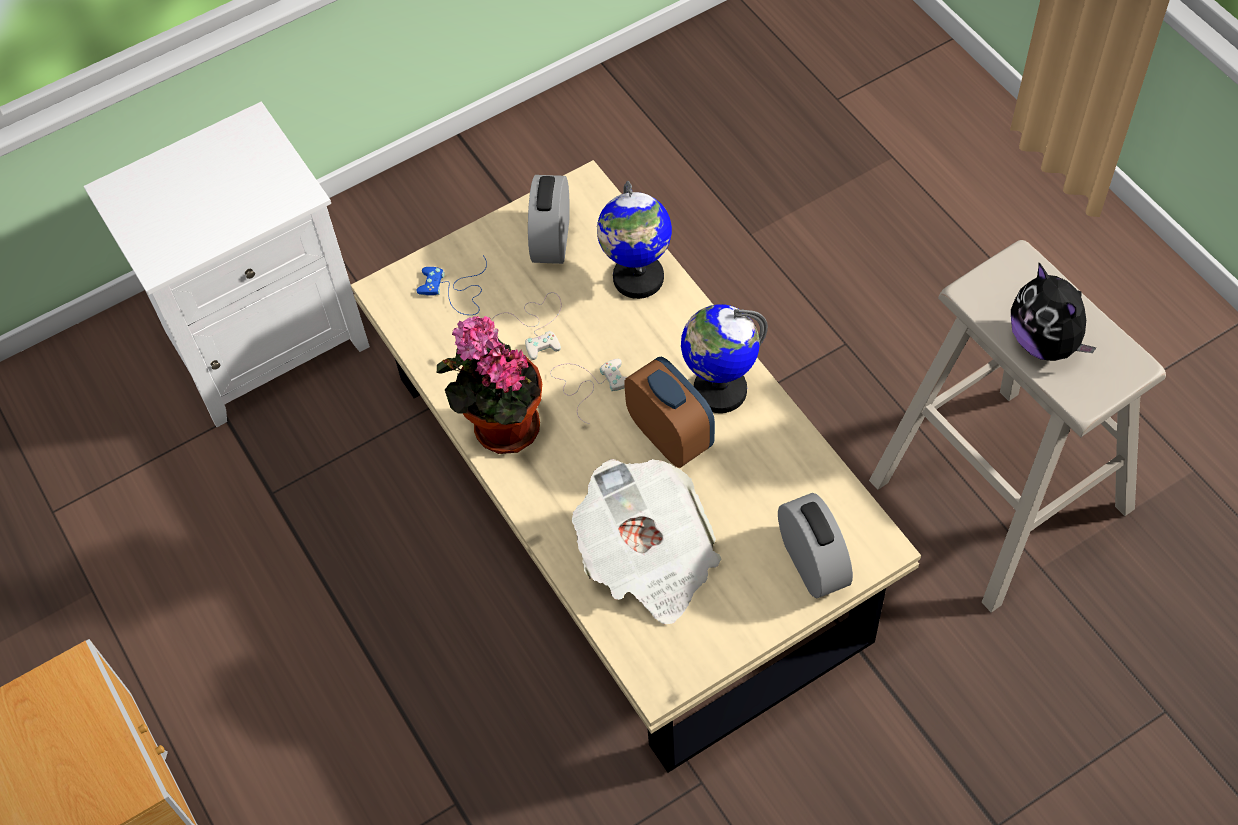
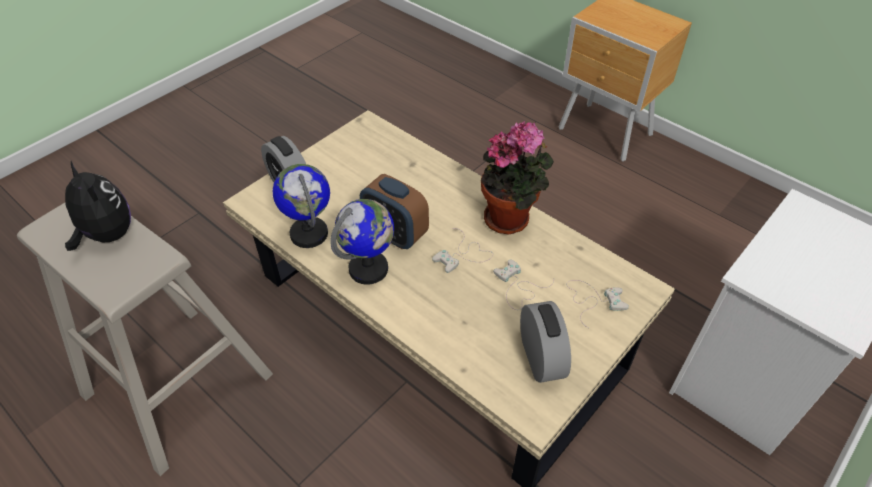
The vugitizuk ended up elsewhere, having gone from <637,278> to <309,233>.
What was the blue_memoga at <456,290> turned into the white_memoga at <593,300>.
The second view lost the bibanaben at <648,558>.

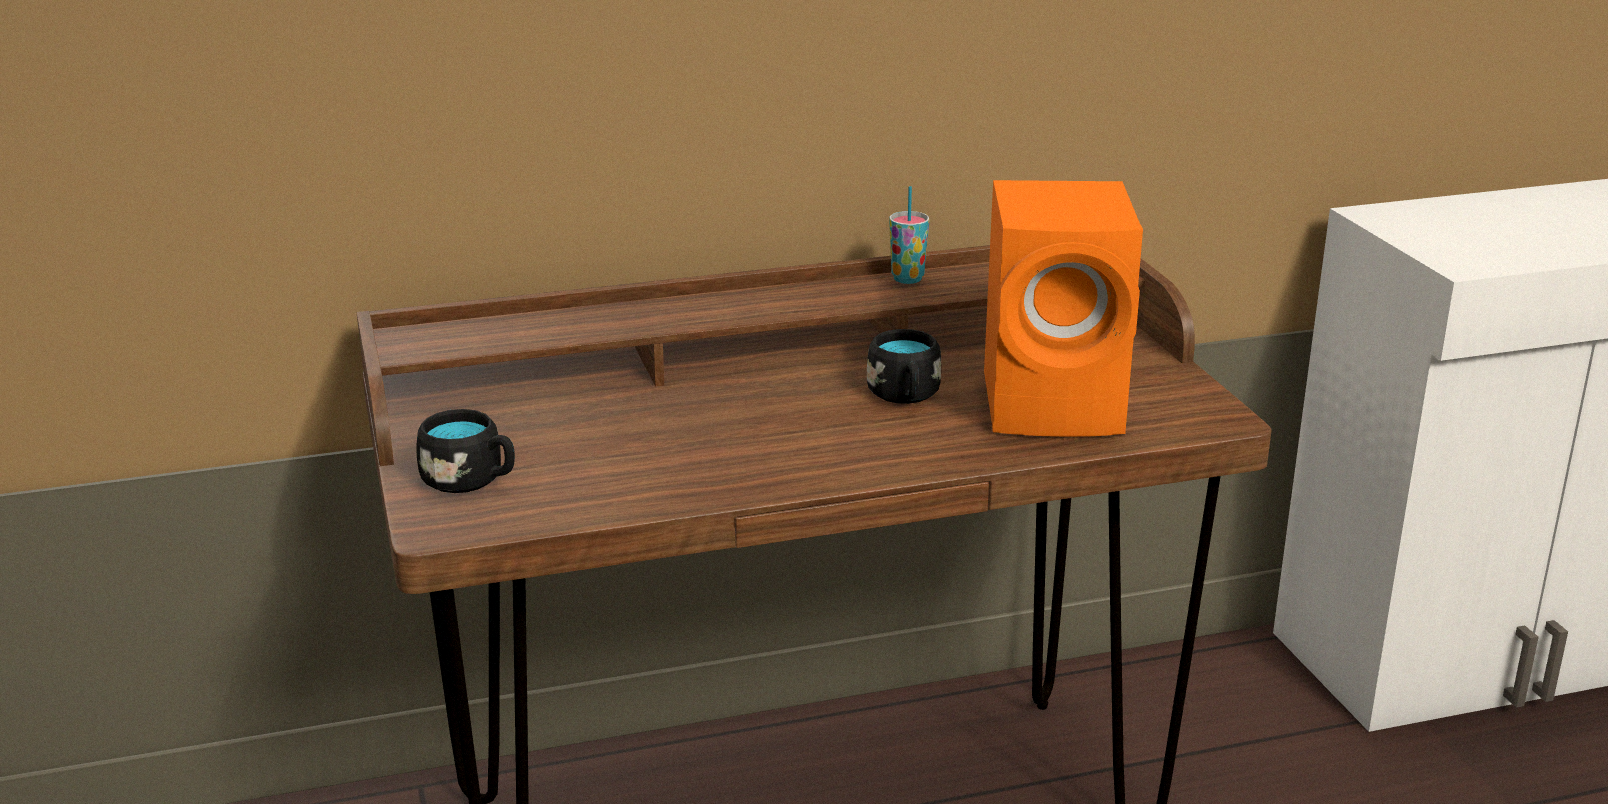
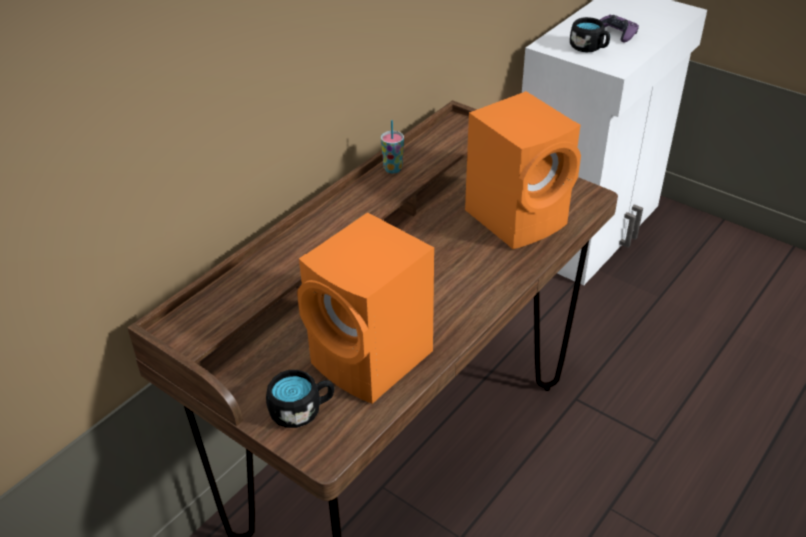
The second view gained the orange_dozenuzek at <374,361>.
The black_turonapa ended up elsewhere, having gone from <905,396> to <589,48>.
The second view gained the purple_memoga at <616,33>.

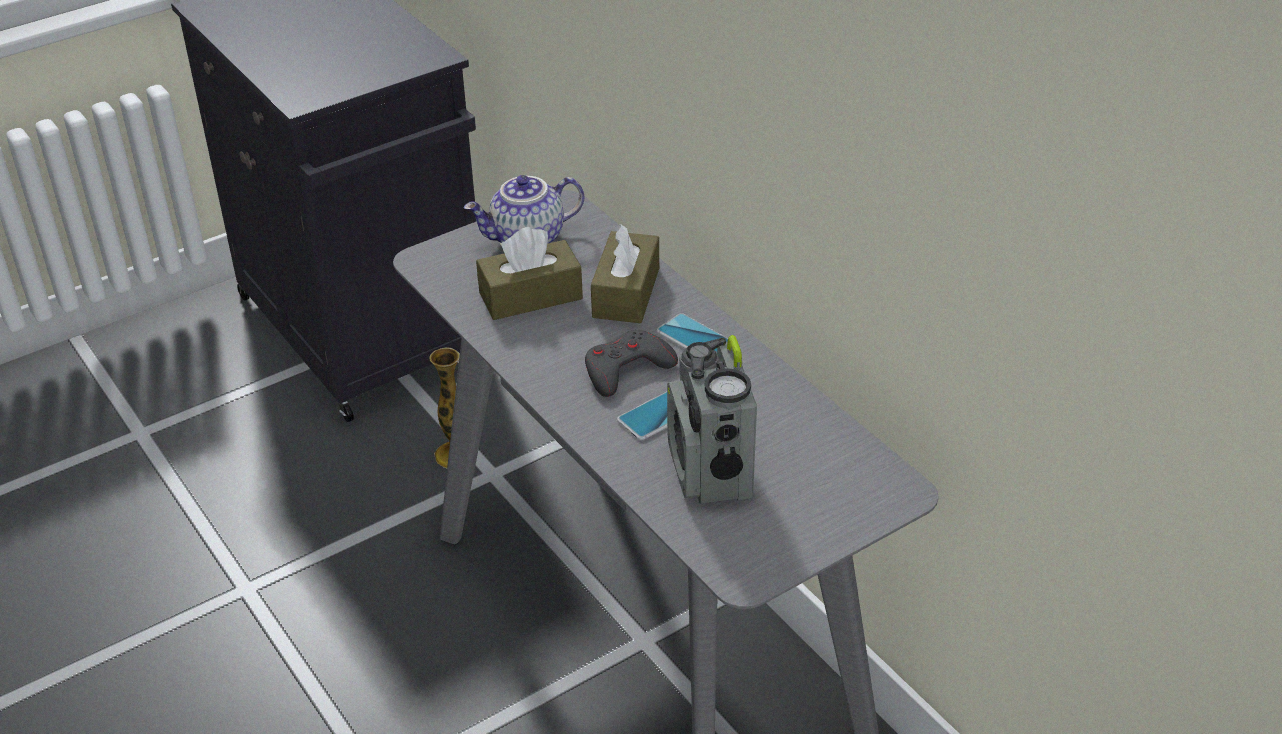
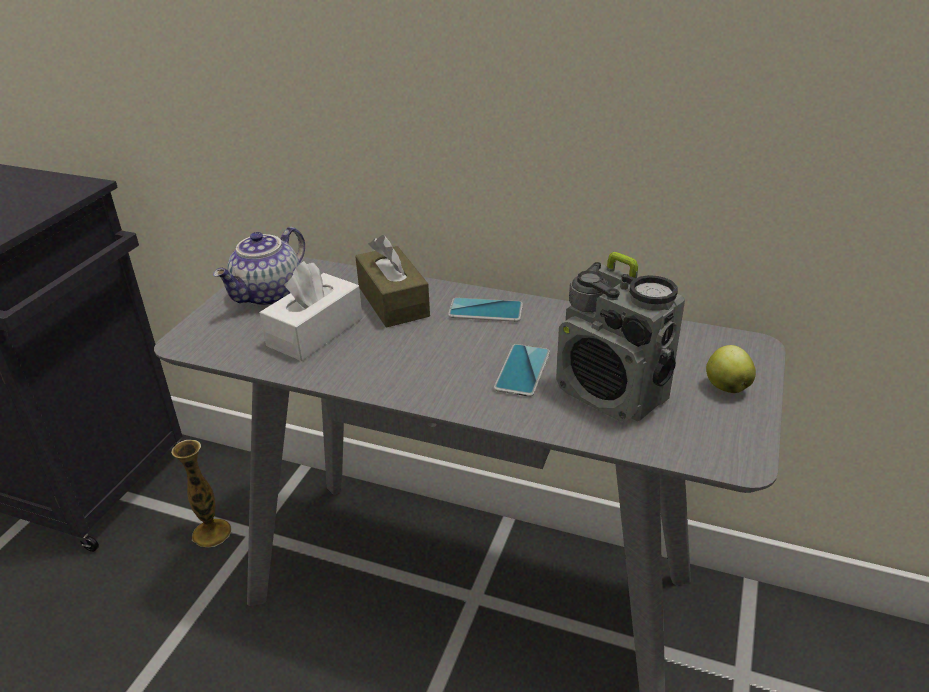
What was the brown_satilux at <530,296> turned into the white_satilux at <315,332>.
The second view gained the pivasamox at <726,386>.
The second view lost the grey_memoga at <626,369>.

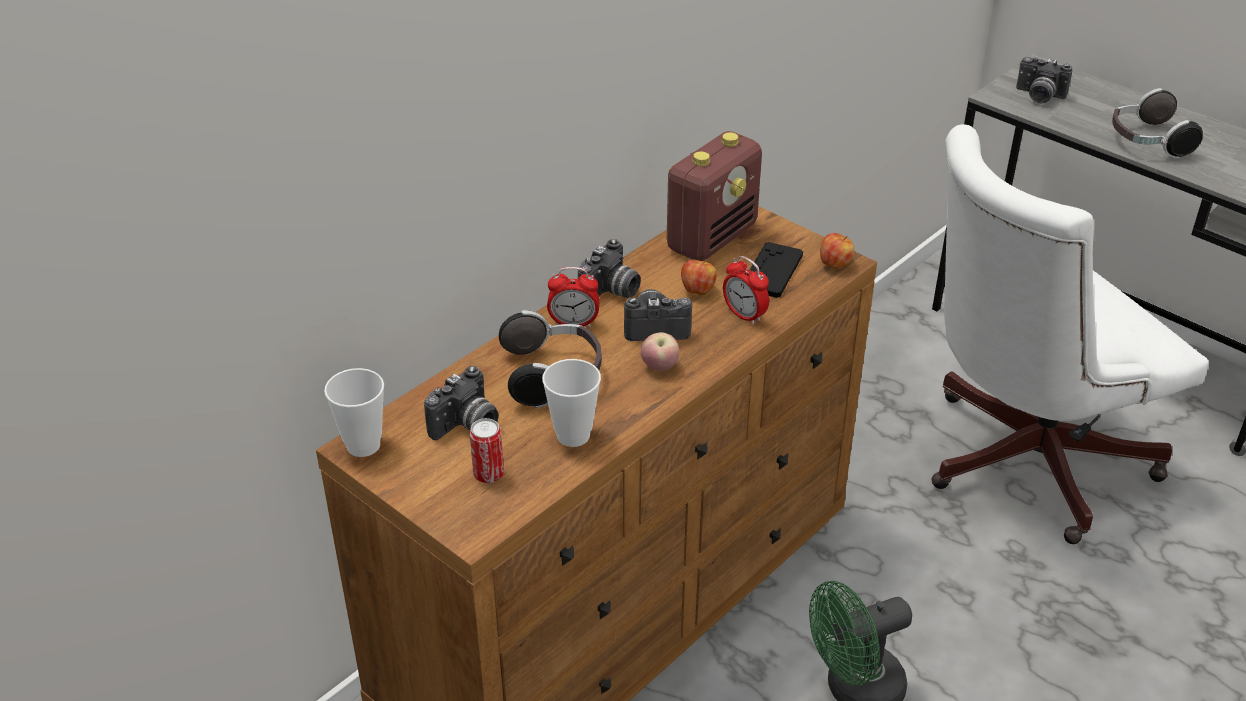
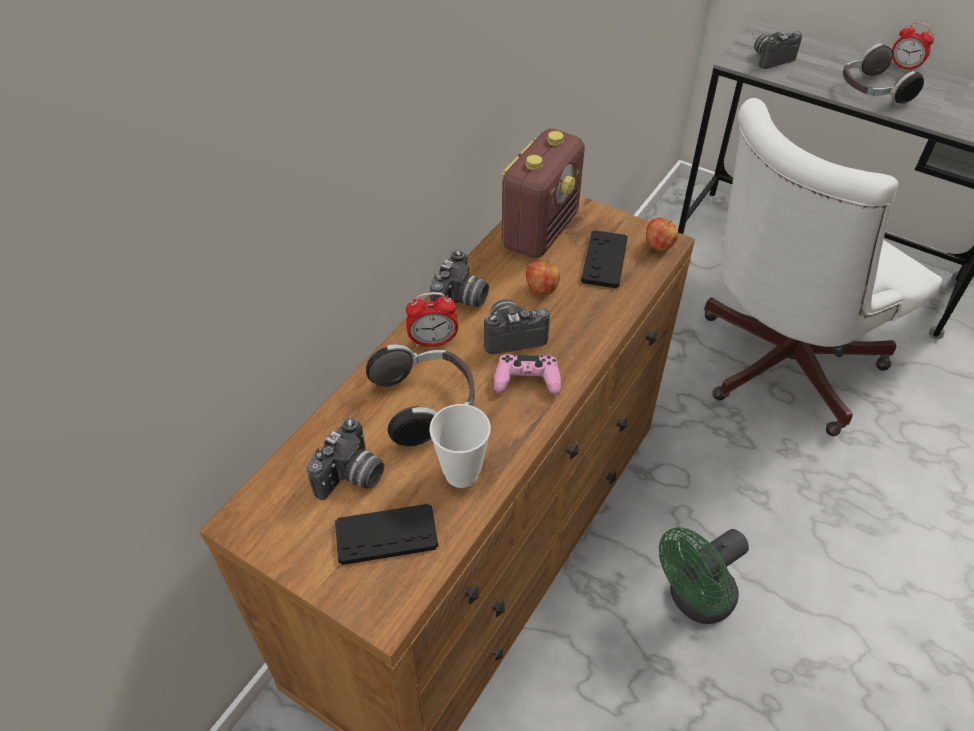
Where the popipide stood at <488,474>, the black_memoga came to stand at <386,535>.
Where the pivasamox stood at <659,367>, the pink_memoga came to stand at <527,380>.
The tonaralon at <1038,96> ended up facing another way, 135 degrees clockwise from before.
The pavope ended up elsewhere, having gone from <744,315> to <904,67>.
The second view lost the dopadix at <363,445>.

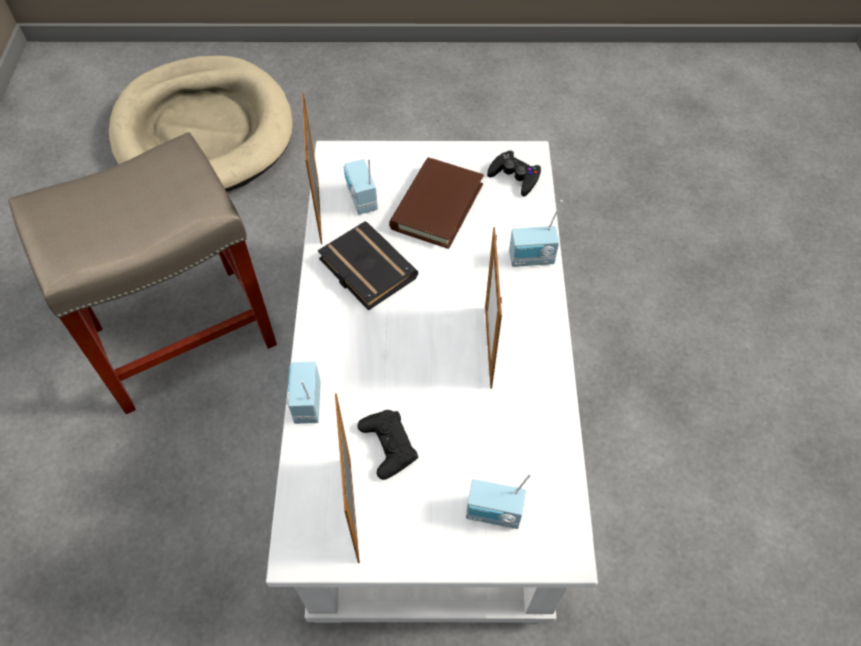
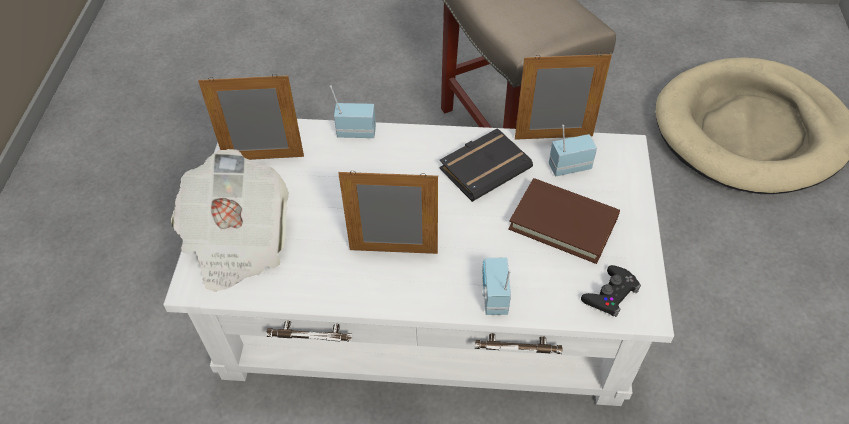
Where the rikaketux stood at <493,514>, the bibanaben came to stand at <236,241>.
The second view lost the black_memoga at <388,445>.

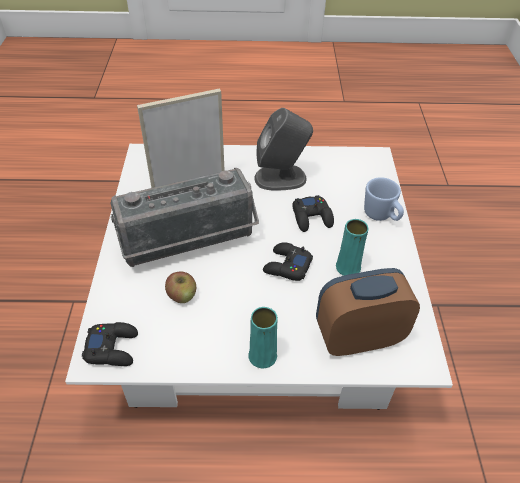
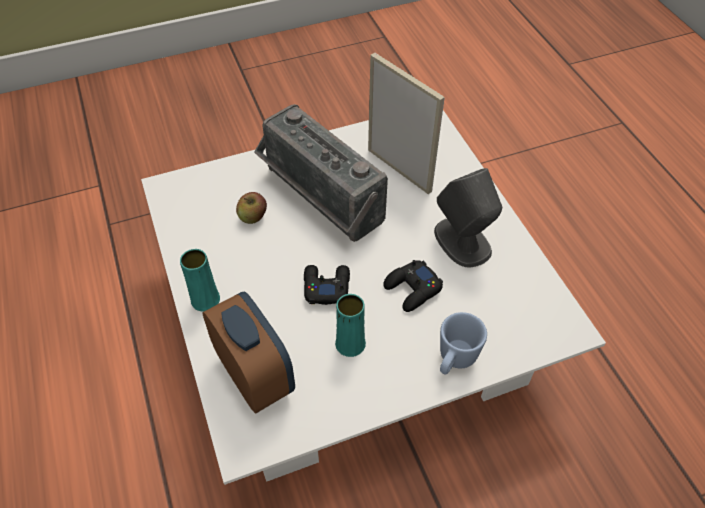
The second view lost the black_memoga at <112,348>.

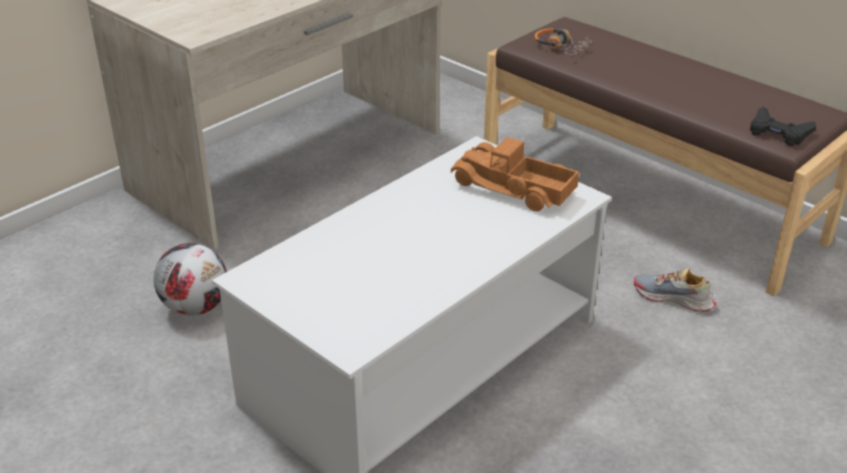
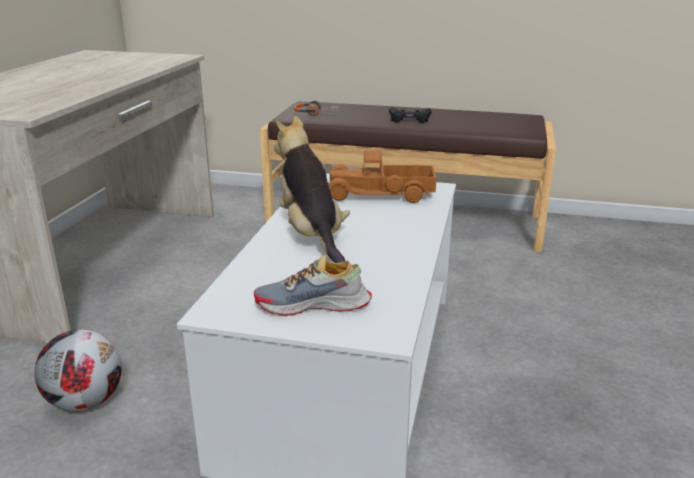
The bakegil ended up elsewhere, having gone from <673,298> to <313,305>.
The second view gained the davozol at <312,235>.
The black_memoga ended up elsewhere, having gone from <778,132> to <409,119>.

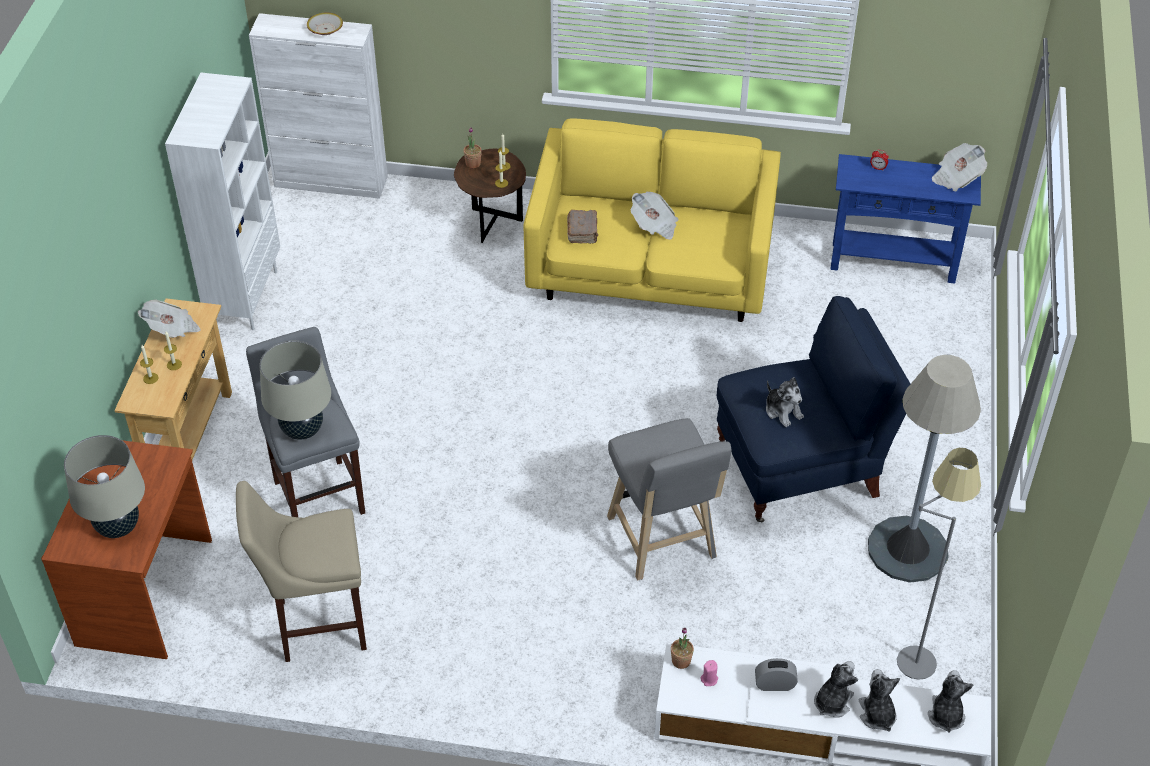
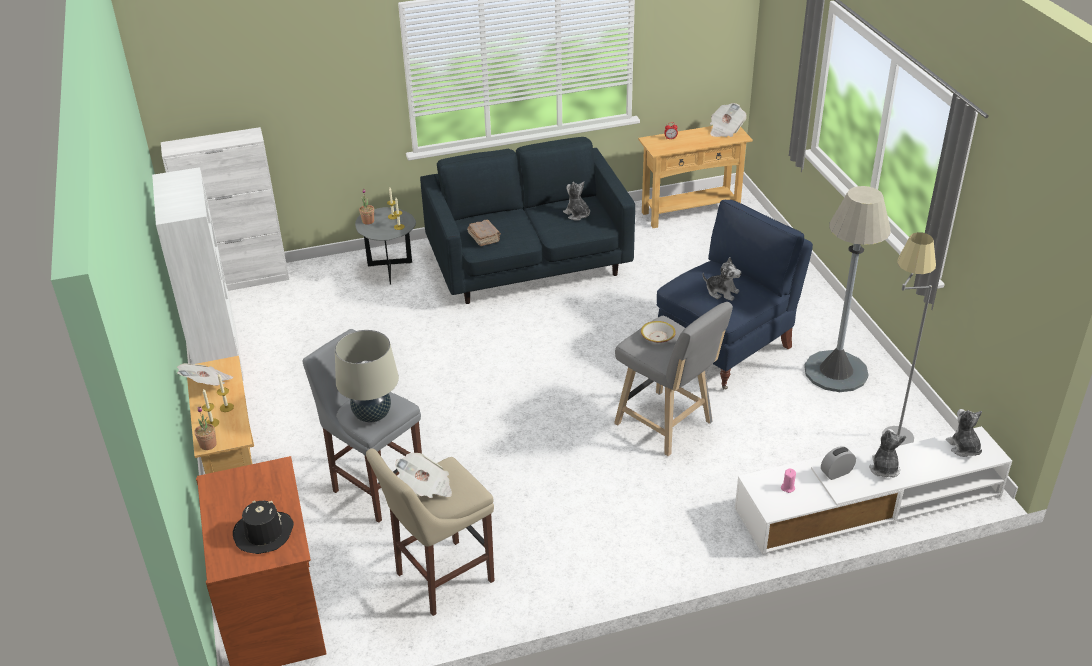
The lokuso ended up elsewhere, having gone from <681,661> to <208,444>.
Where the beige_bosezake stood at <118,526>, the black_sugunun came to stand at <263,533>.
What was the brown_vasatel at <492,226> turned into the grey_vasatel at <391,272>.
The bibanaben ended up elsewhere, having gone from <654,225> to <426,487>.
What was the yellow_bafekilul at <650,269> turned into the blue_bafekilul at <528,264>.
The davozol ended up elsewhere, having gone from <877,714> to <577,214>.
What was the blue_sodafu at <893,262> turned into the beige_sodafu at <690,212>.
The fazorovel ended up elsewhere, having gone from <325,29> to <658,337>.

